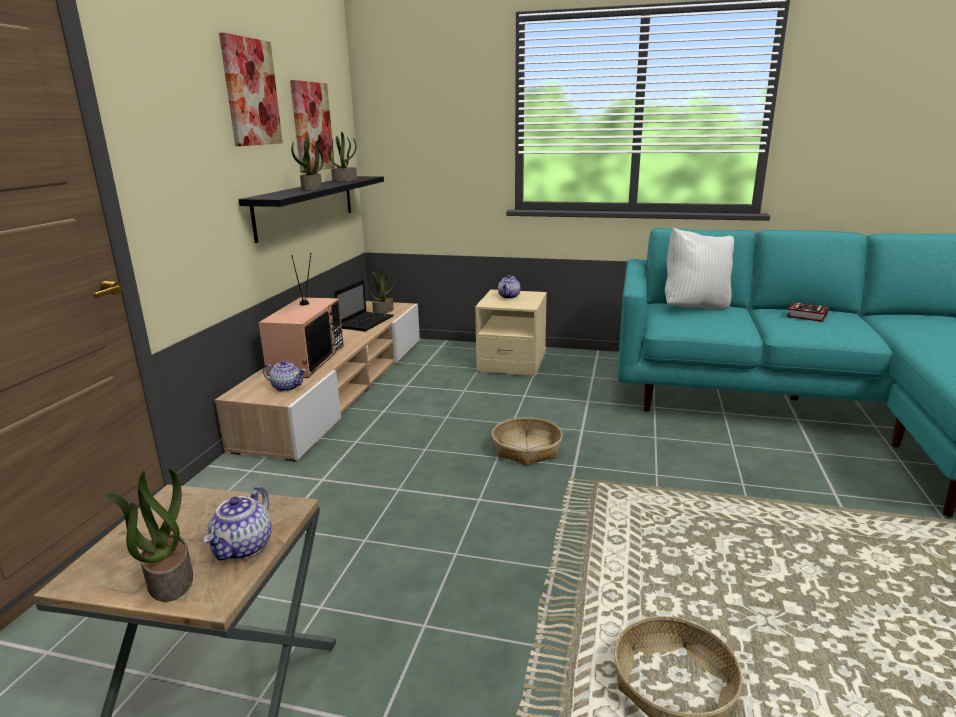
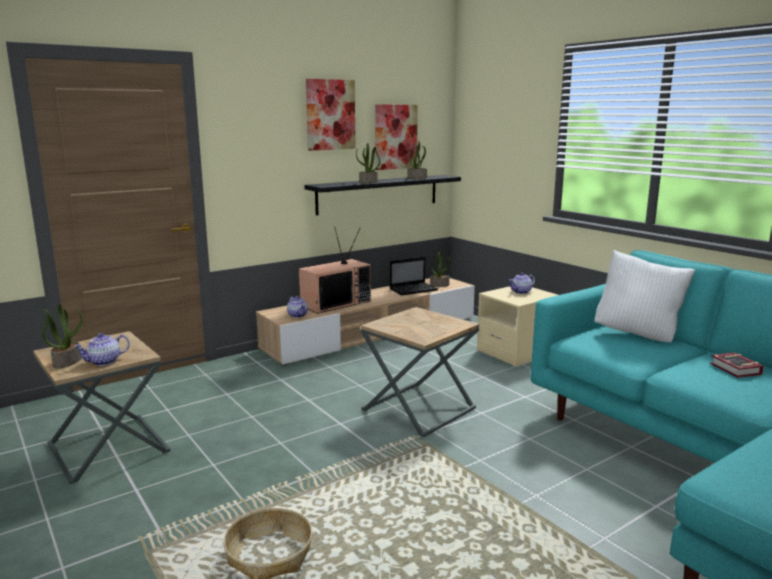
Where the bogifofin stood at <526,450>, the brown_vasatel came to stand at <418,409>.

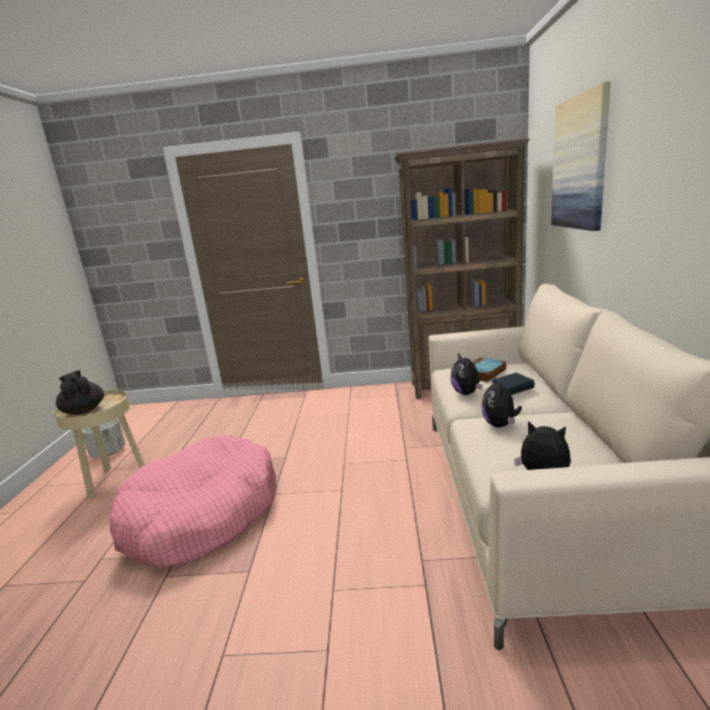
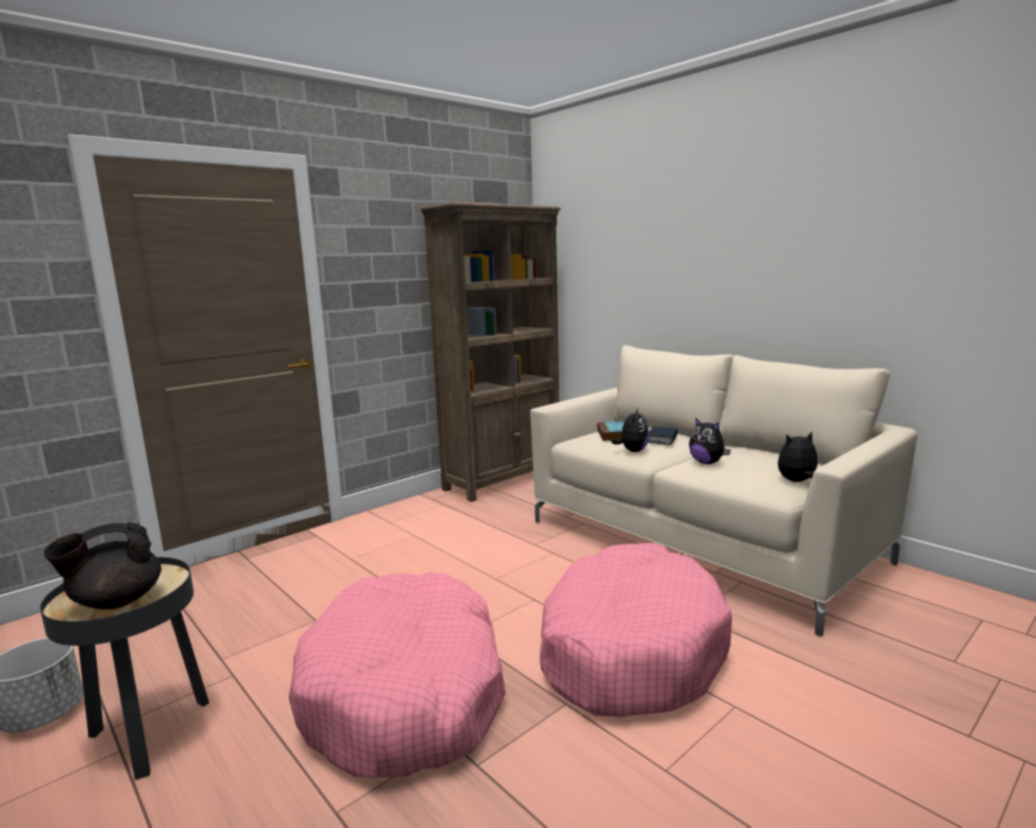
What was the beige_vasatel at <115,479> turned into the black_vasatel at <148,735>.
The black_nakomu at <84,410> ended up facing another way, 45 degrees counterclockwise from before.
The second view gained the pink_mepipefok at <629,648>.
The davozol at <466,393> ended up facing another way, 105 degrees counterclockwise from before.
The second view lost the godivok at <580,163>.

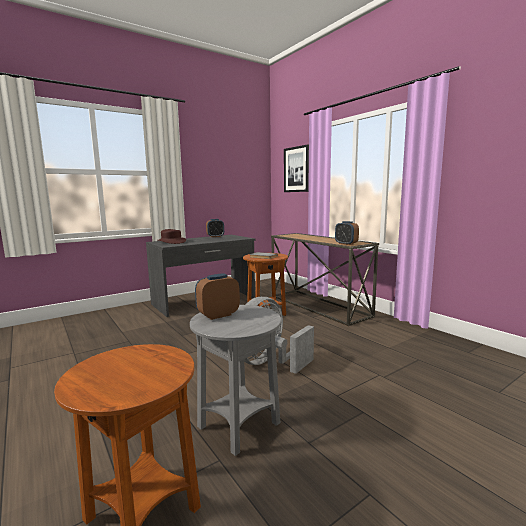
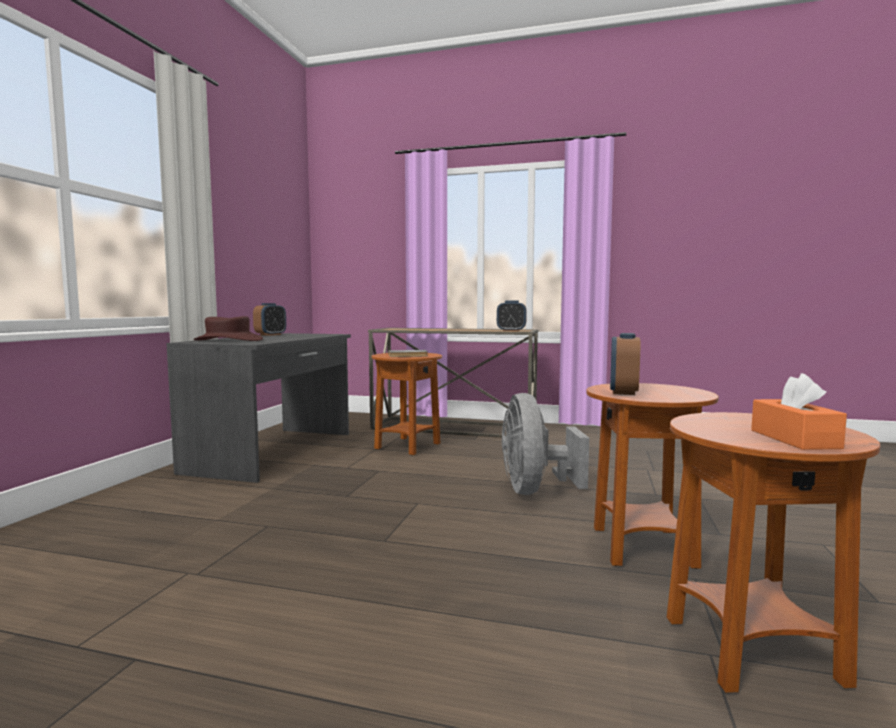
What was the grey_vasatel at <239,426> turned into the brown_vasatel at <643,548>.
The second view gained the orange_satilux at <794,439>.
The second view lost the godivok at <296,169>.

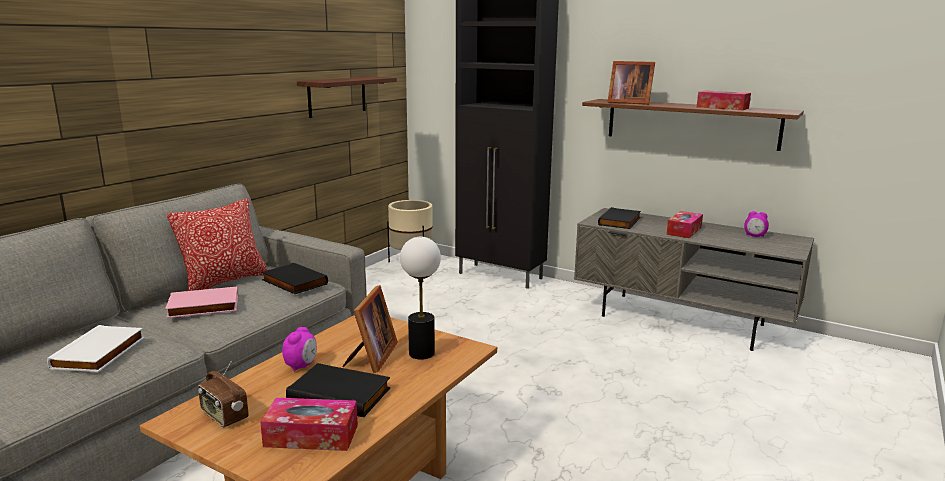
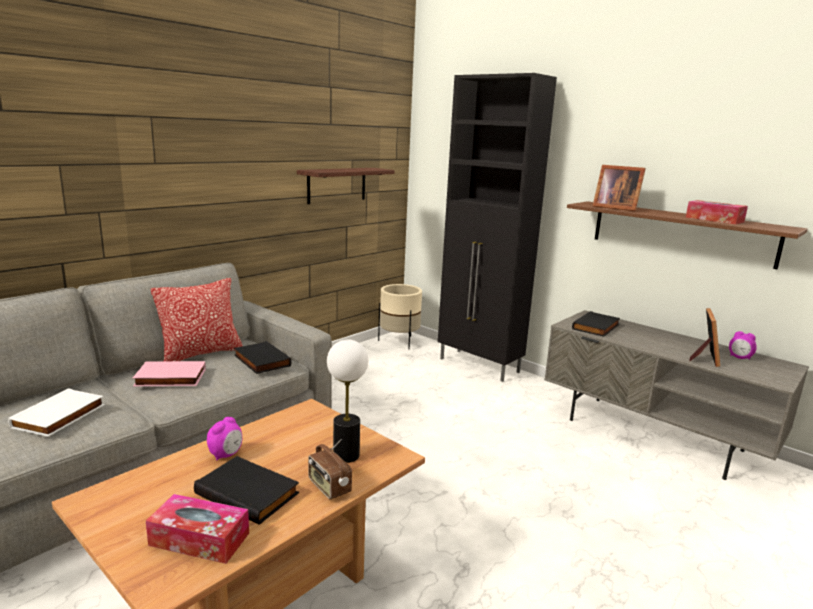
The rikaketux ended up elsewhere, having gone from <224,416> to <328,487>.
The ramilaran ended up elsewhere, having gone from <371,357> to <704,357>.
The second view lost the satilux at <684,231>.

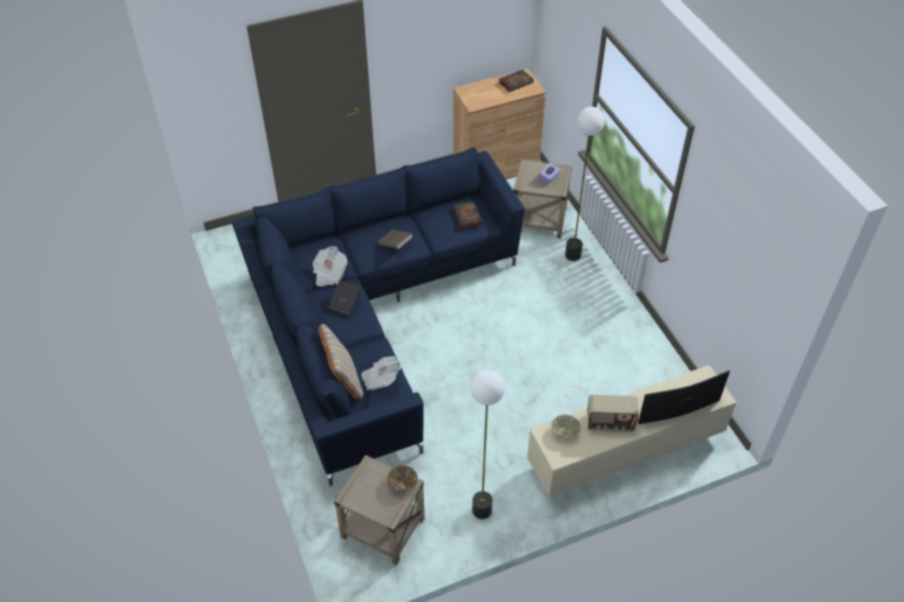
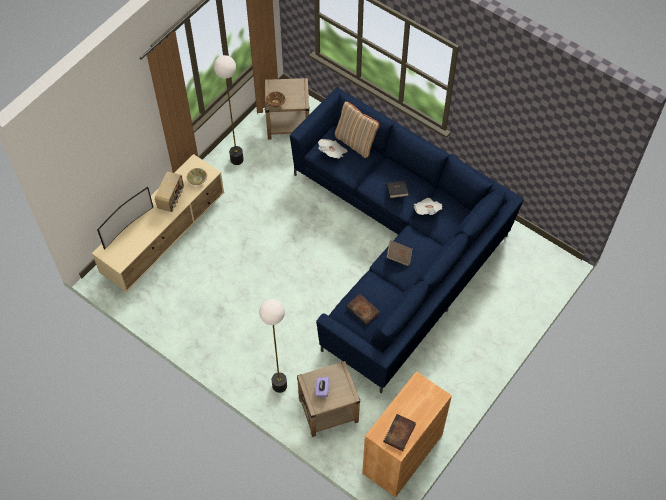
The rikaketux at <610,423> ended up facing another way, 135 degrees clockwise from before.

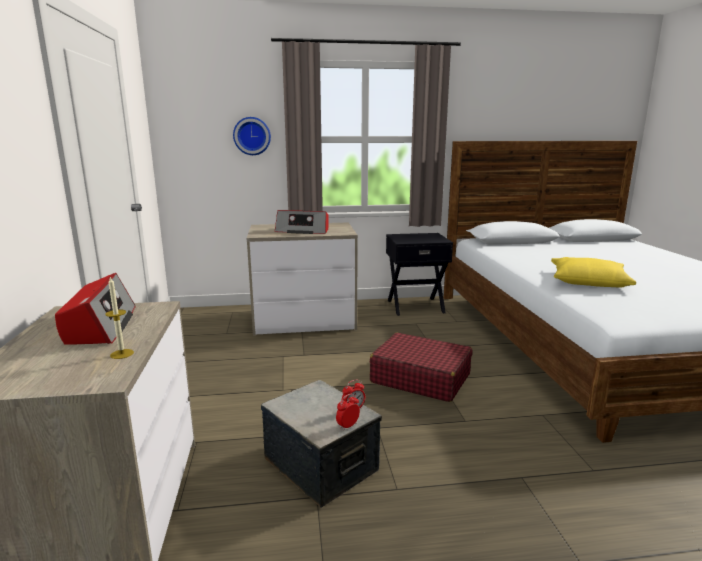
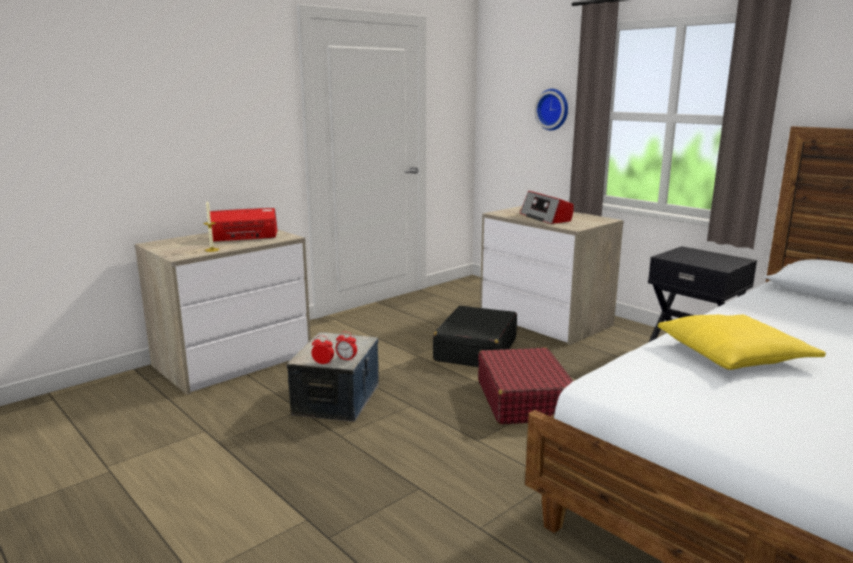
The rikaketux at <101,325> ended up facing another way, 150 degrees counterclockwise from before.
The second view gained the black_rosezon at <475,350>.

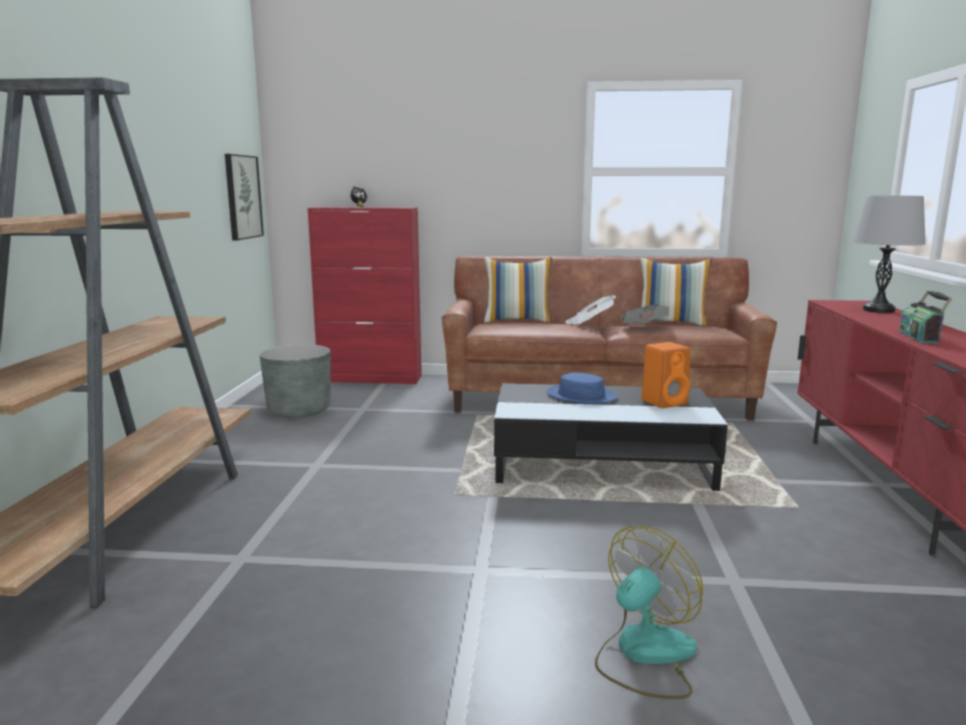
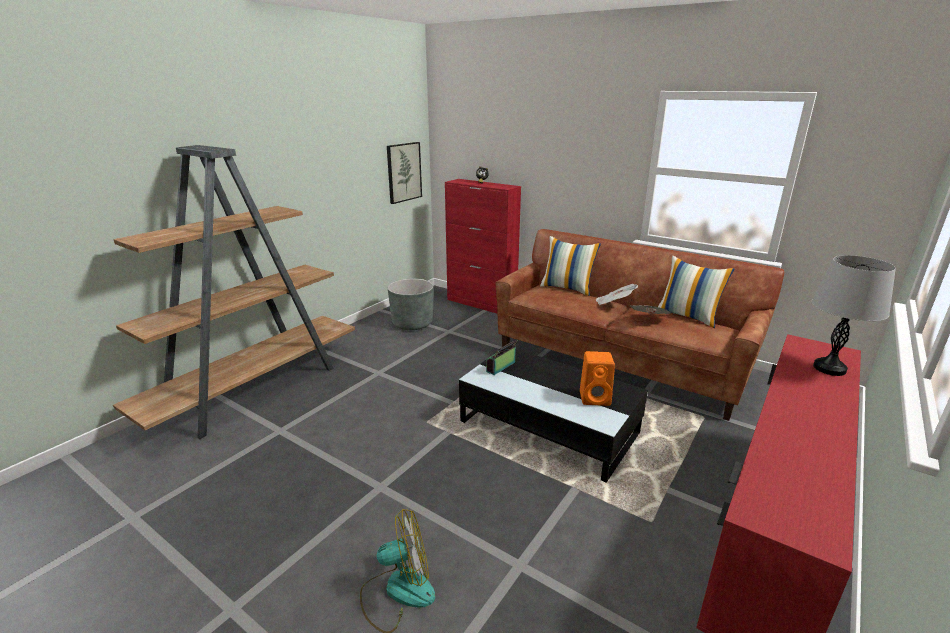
The rikaketux ended up elsewhere, having gone from <920,337> to <501,367>.
The second view lost the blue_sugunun at <581,395>.

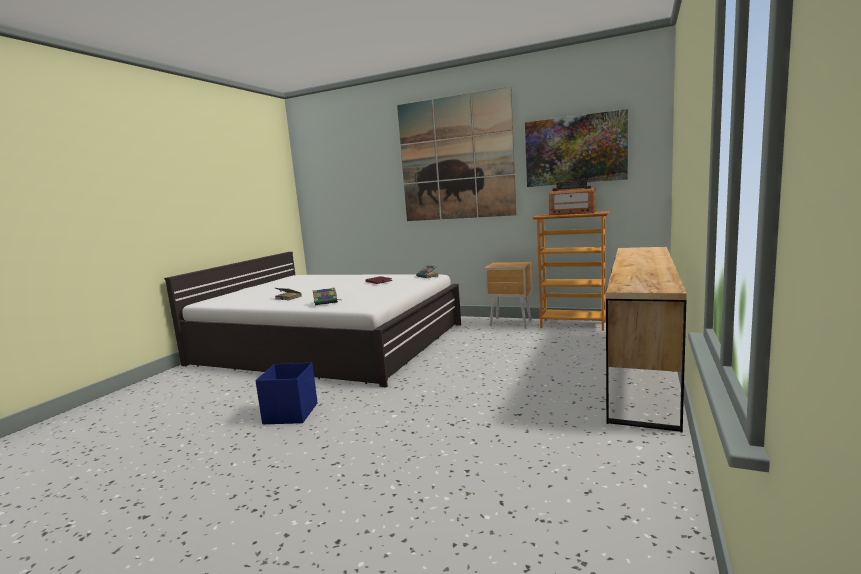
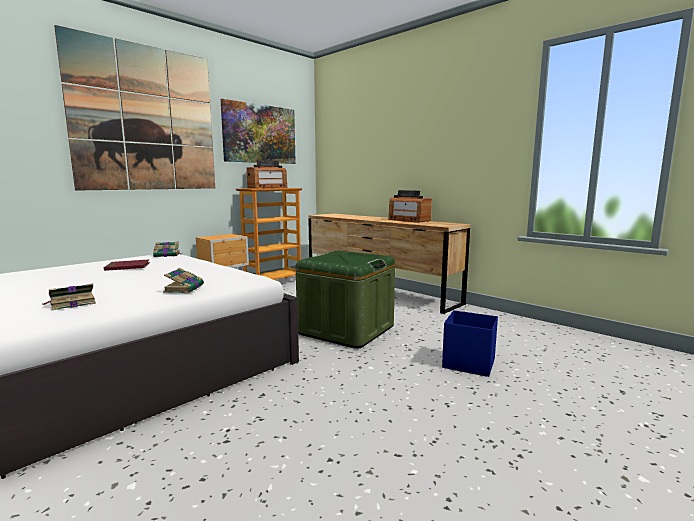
The second view gained the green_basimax at <346,330>.
The second view gained the rikaketux at <408,220>.
The blue_basimax ended up elsewhere, having gone from <291,413> to <468,363>.

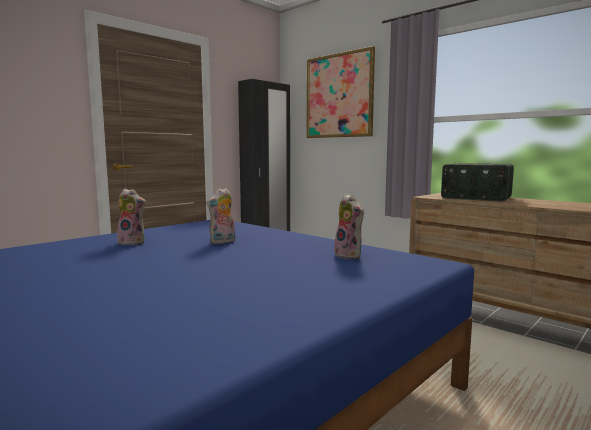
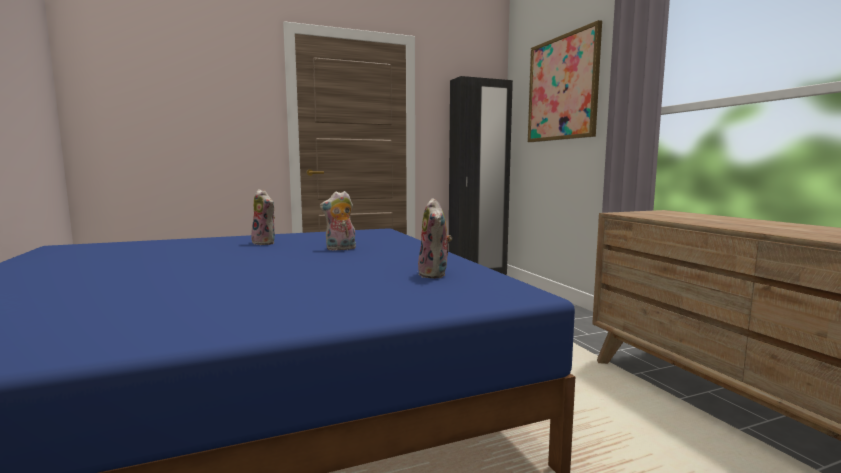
The second view lost the rikaketux at <475,198>.

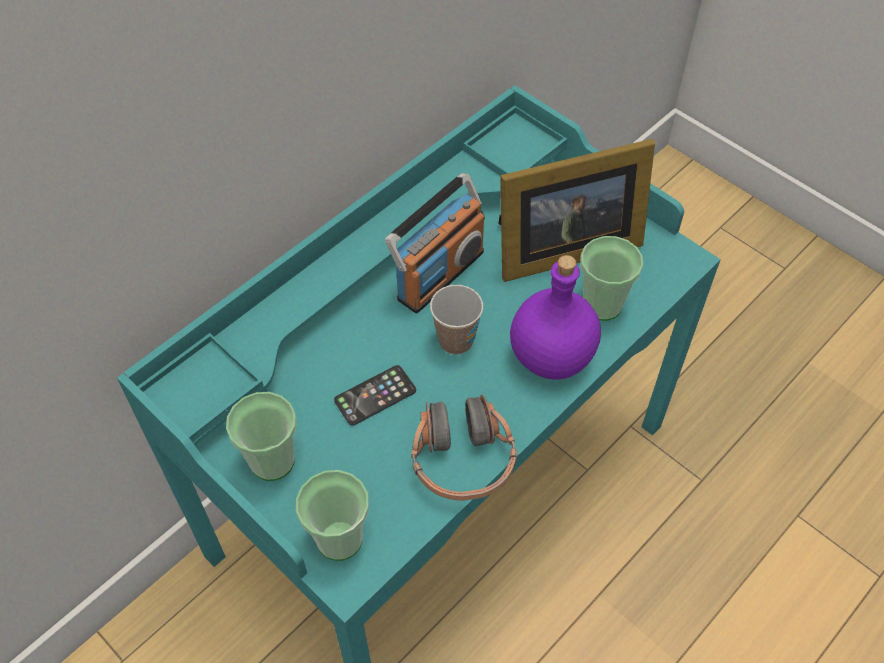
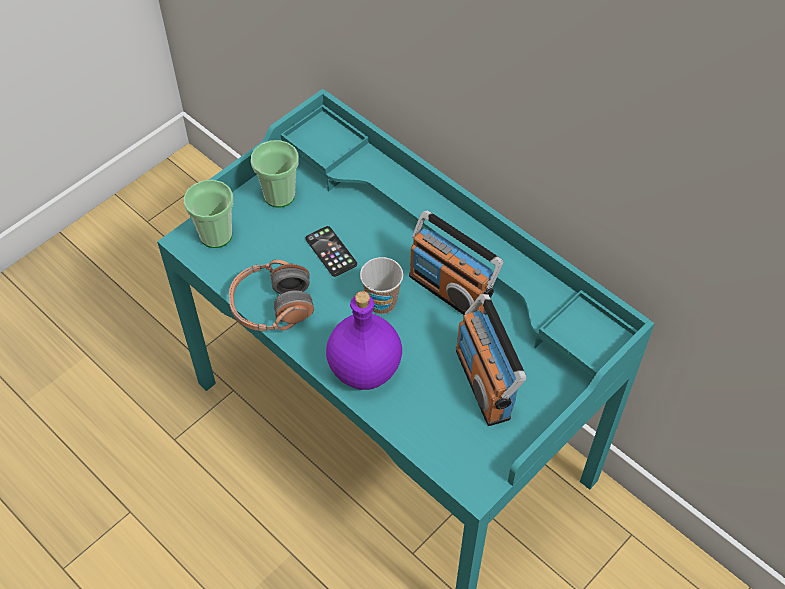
Where the ramilaran stood at <561,248>, the rikaketux came to stand at <484,383>.
The second view lost the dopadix at <602,305>.

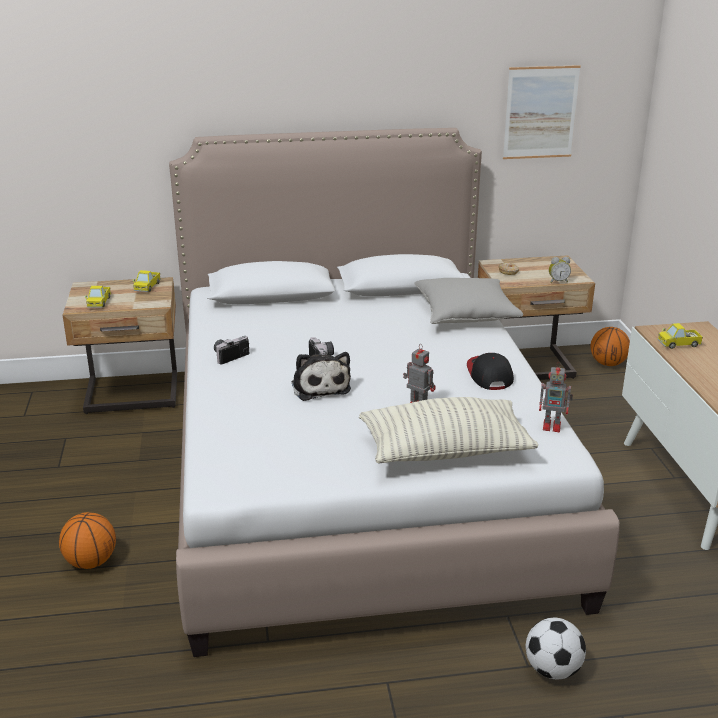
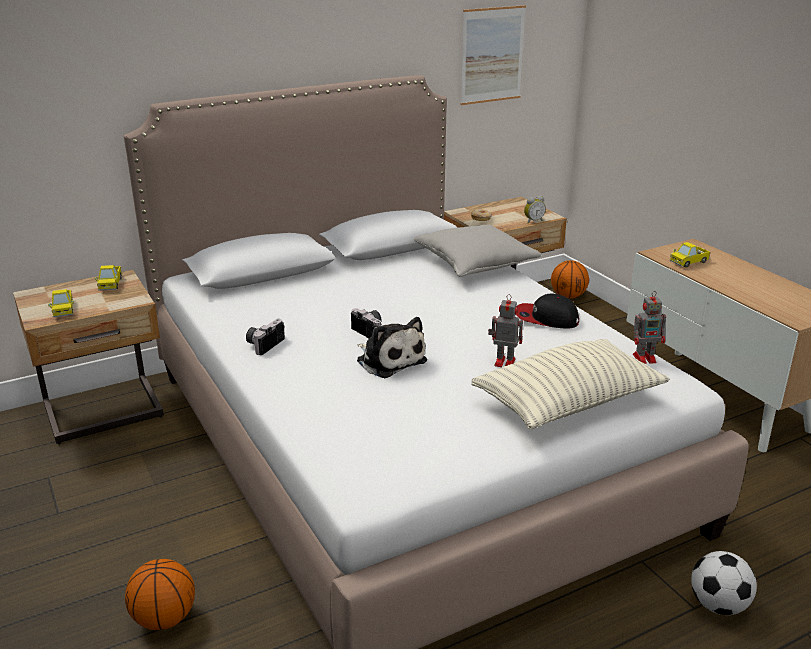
The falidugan at <489,375> ended up facing another way, 45 degrees counterclockwise from before.

